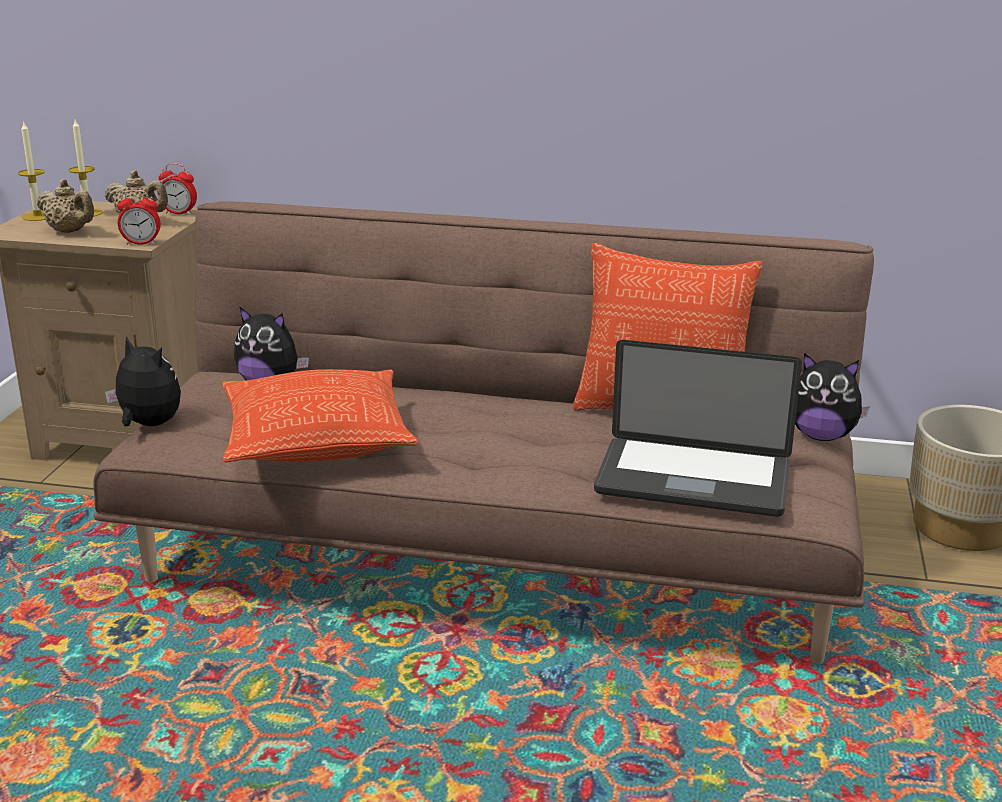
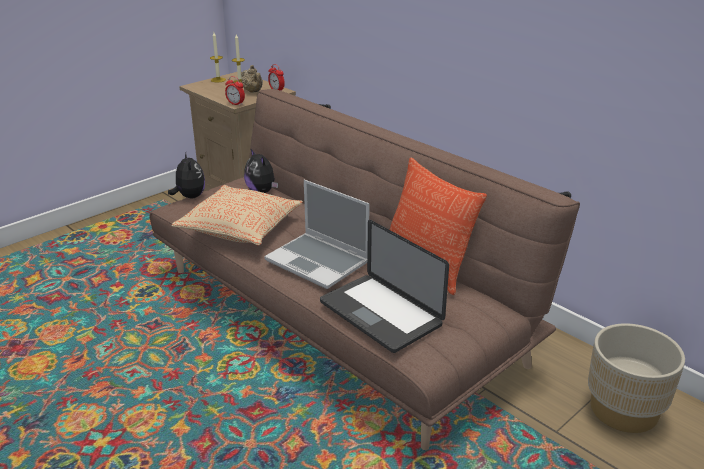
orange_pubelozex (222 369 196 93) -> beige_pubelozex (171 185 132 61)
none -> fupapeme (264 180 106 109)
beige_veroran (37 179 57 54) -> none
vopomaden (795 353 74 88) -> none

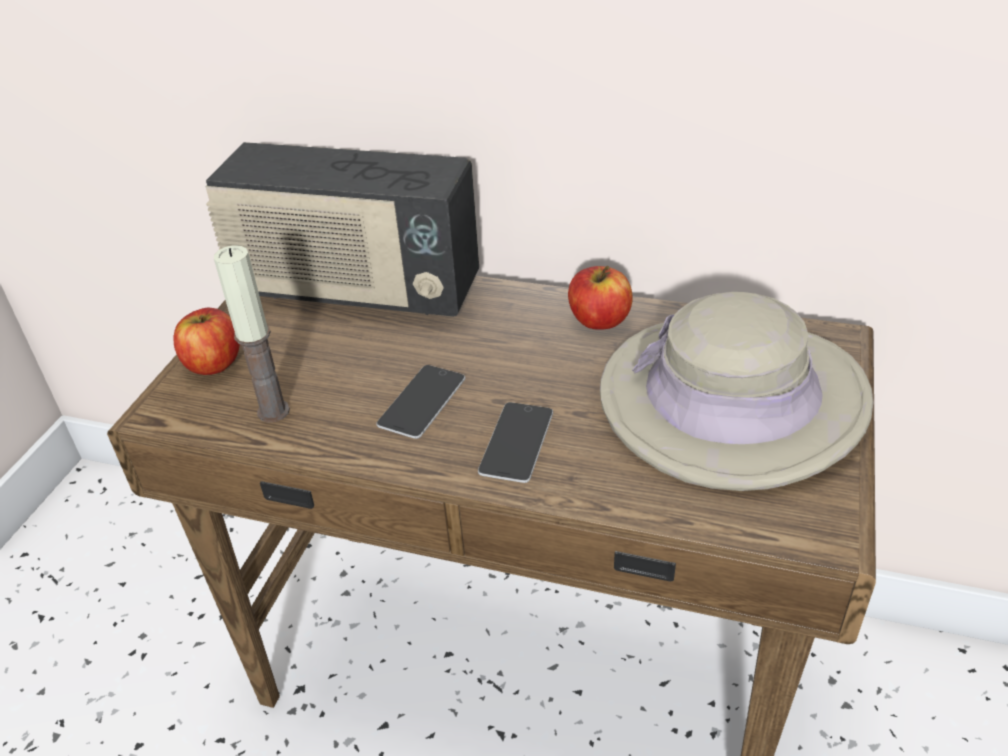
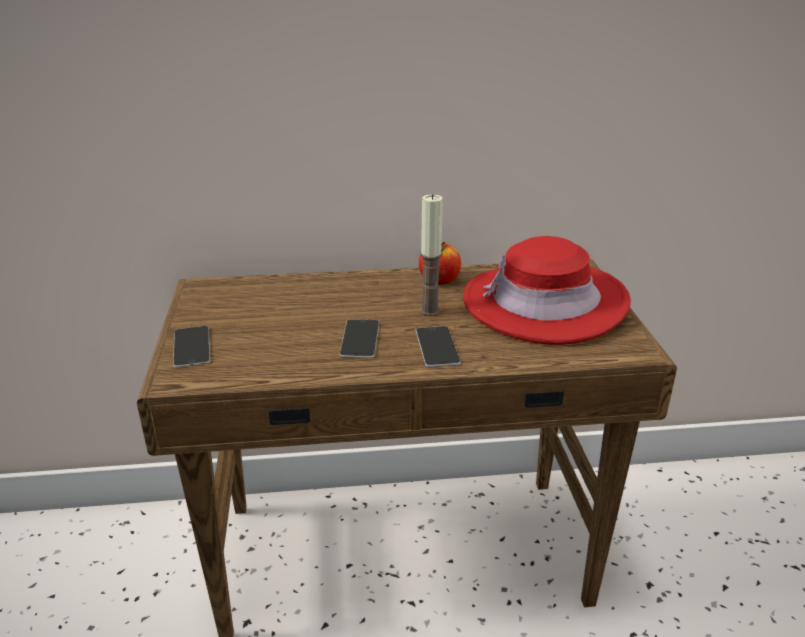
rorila (174 307 66 68) -> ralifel (173 326 37 42)
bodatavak (214 245 76 178) -> bodatavak (420 194 23 122), relocated
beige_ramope (600 292 273 199) -> red_ramope (463 236 168 109)
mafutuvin (206 142 273 175) -> none

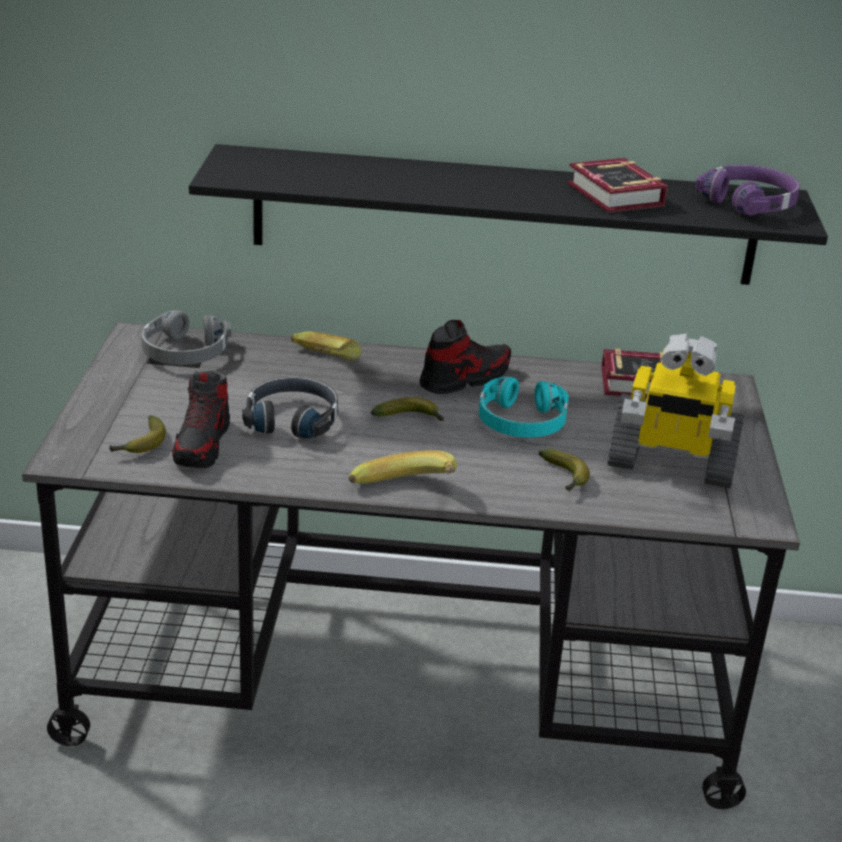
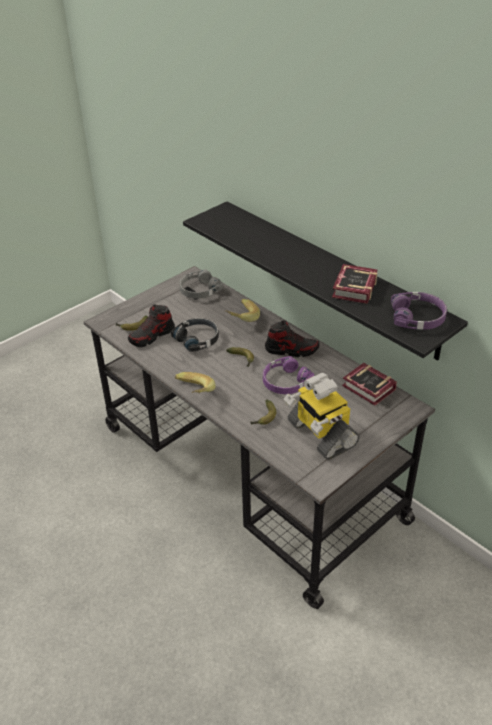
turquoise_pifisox (479 377 90 61) -> purple_pifisox (263 356 51 38)

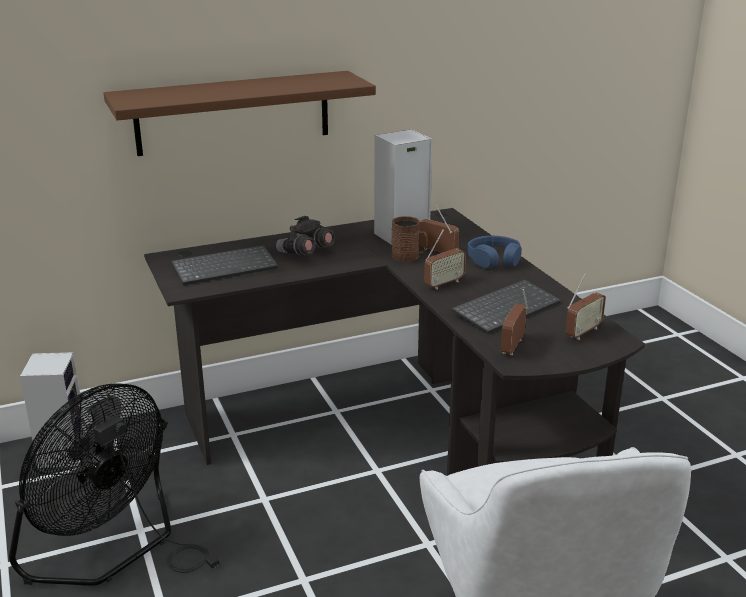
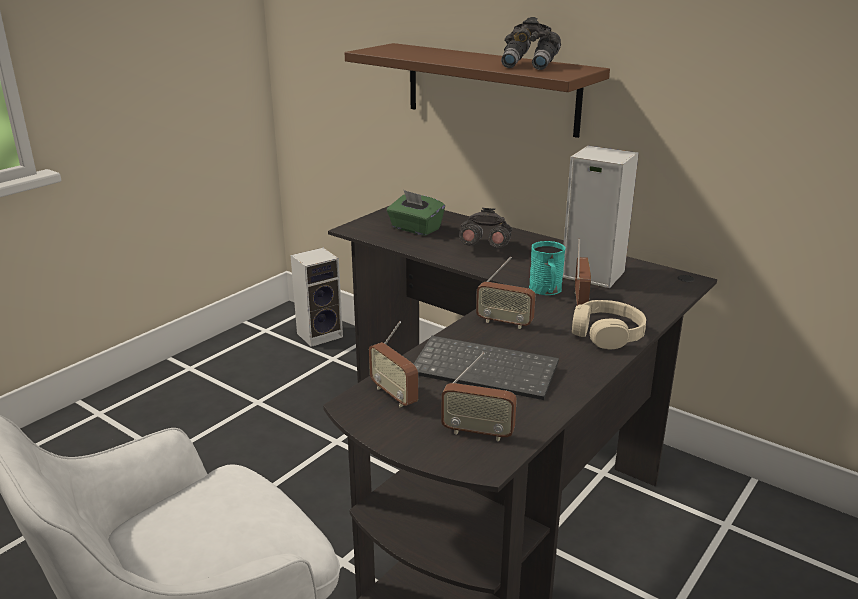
mafutuvin (500 289 28 66) -> mafutuvin (369 321 49 86), 120 degrees counterclockwise
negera (171 245 107 40) -> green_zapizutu (387 190 58 46)
none -> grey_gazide (501 17 60 53)
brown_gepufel (392 216 36 46) -> turquoise_gepufel (529 241 36 54)
blue_pifisox (467 236 55 32) -> beige_pifisox (572 300 74 49)
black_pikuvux (9 384 210 202) -> none

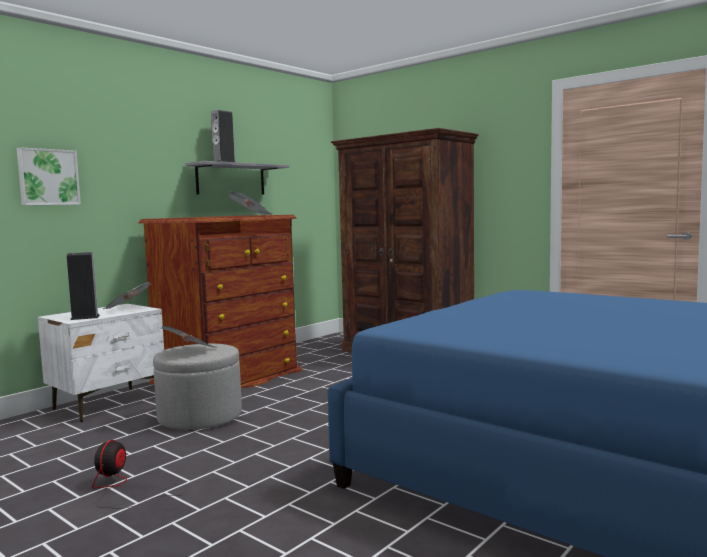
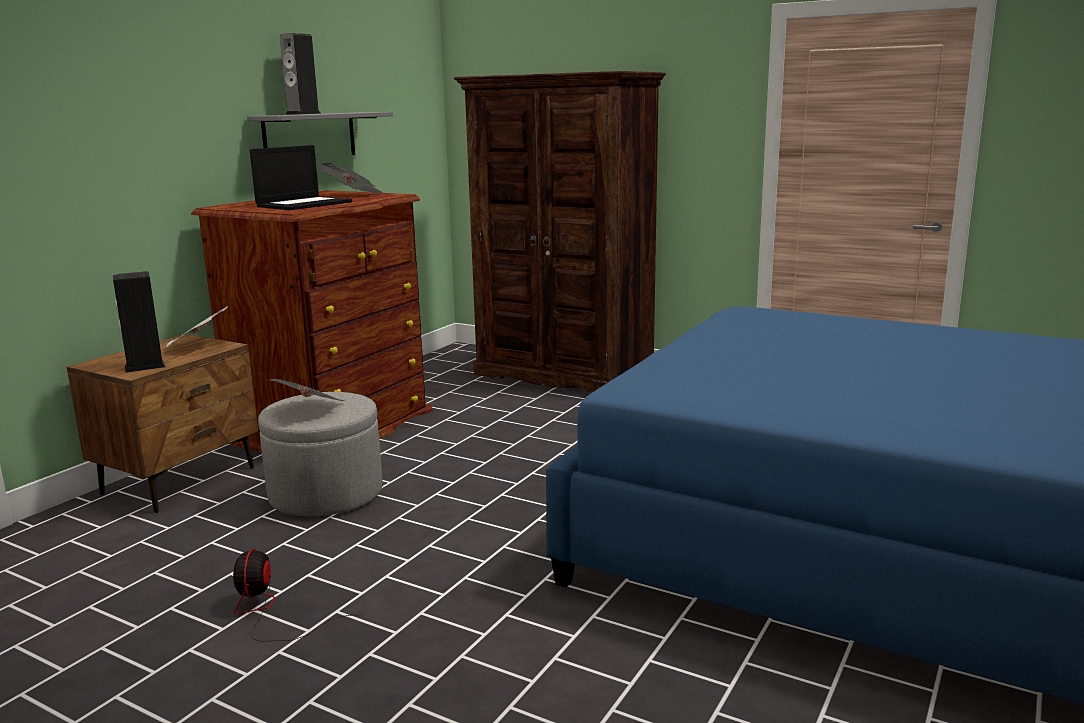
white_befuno (38 304 126 118) -> brown_befuno (67 334 191 179)
none -> fupapeme (250 145 102 65)
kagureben (17 147 64 58) -> none

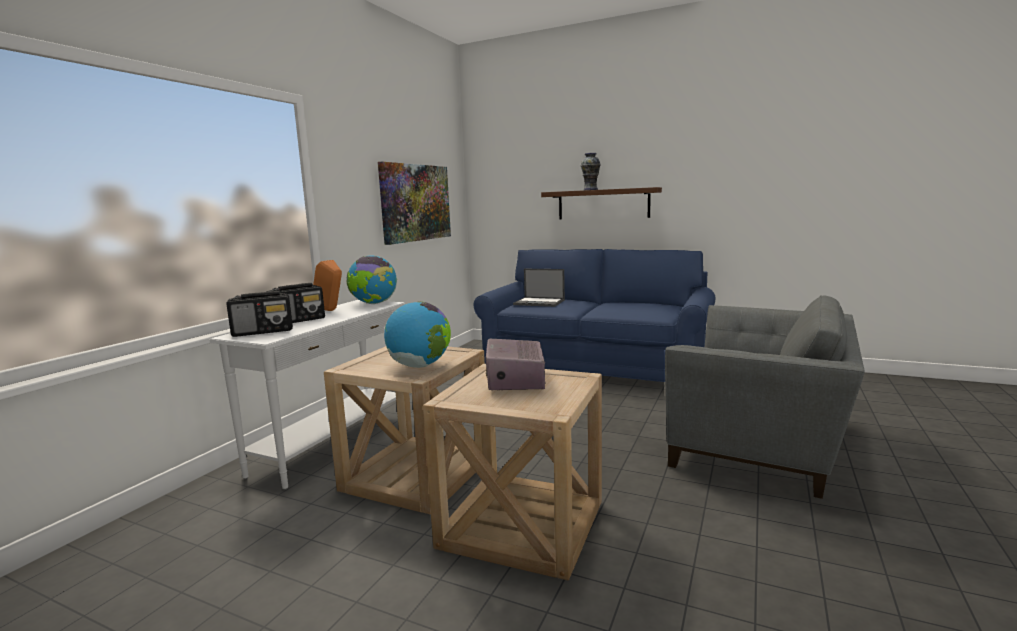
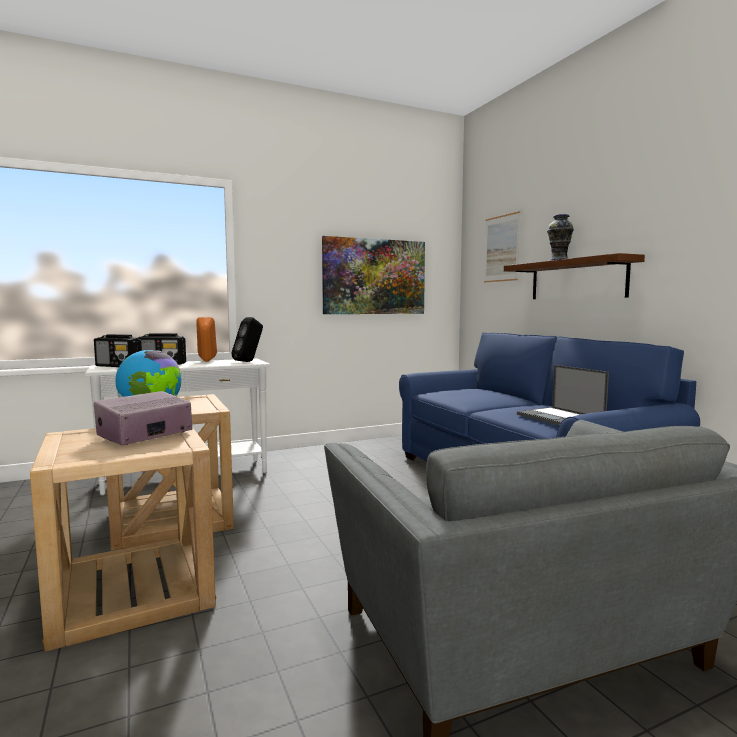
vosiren (346 255 51 49) -> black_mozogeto (231 317 32 45)
none -> kagureben (484 211 36 71)
fupapeme (513 269 52 38) -> fupapeme (517 365 92 60), relocated

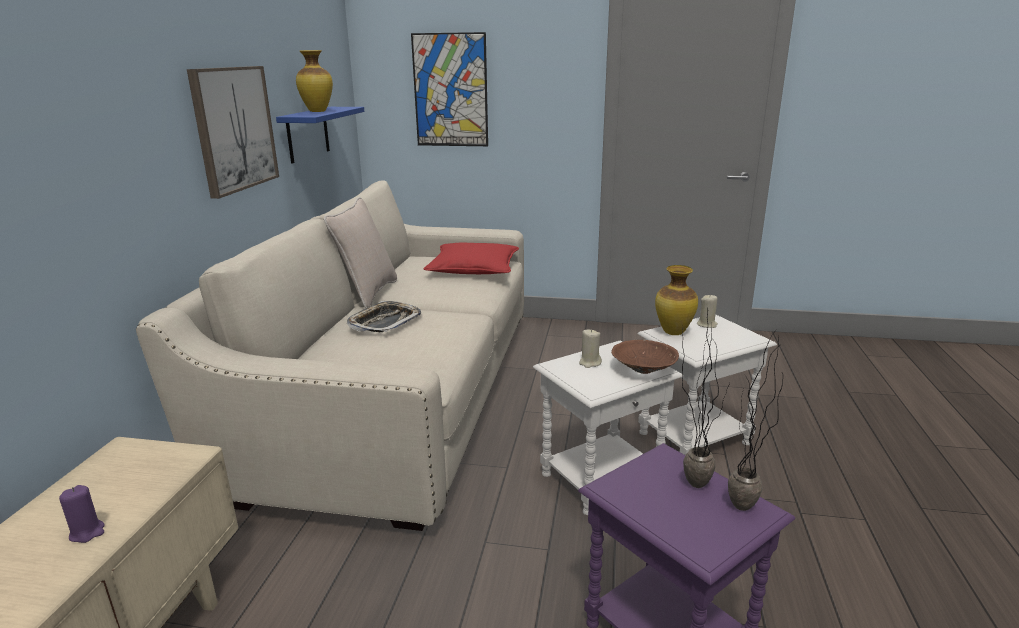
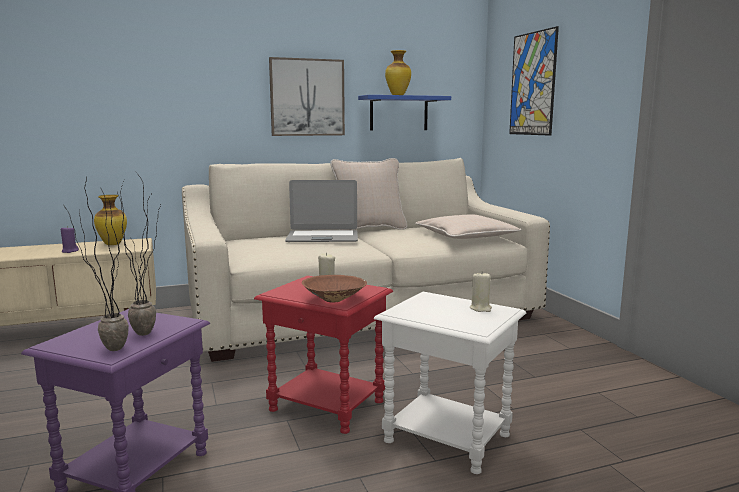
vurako (655 265 43 70) -> vurako (94 195 33 50), relocated
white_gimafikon (533 340 150 175) -> red_gimafikon (254 276 139 158)
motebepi (347 301 74 31) -> fupapeme (285 180 73 62)
red_pubelozex (424 243 95 31) -> beige_pubelozex (415 215 106 24)

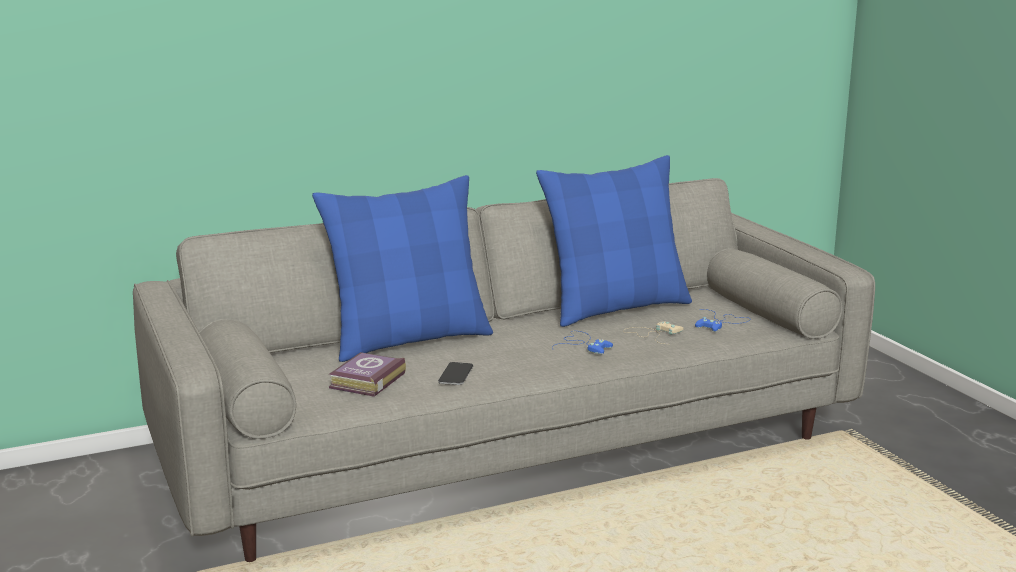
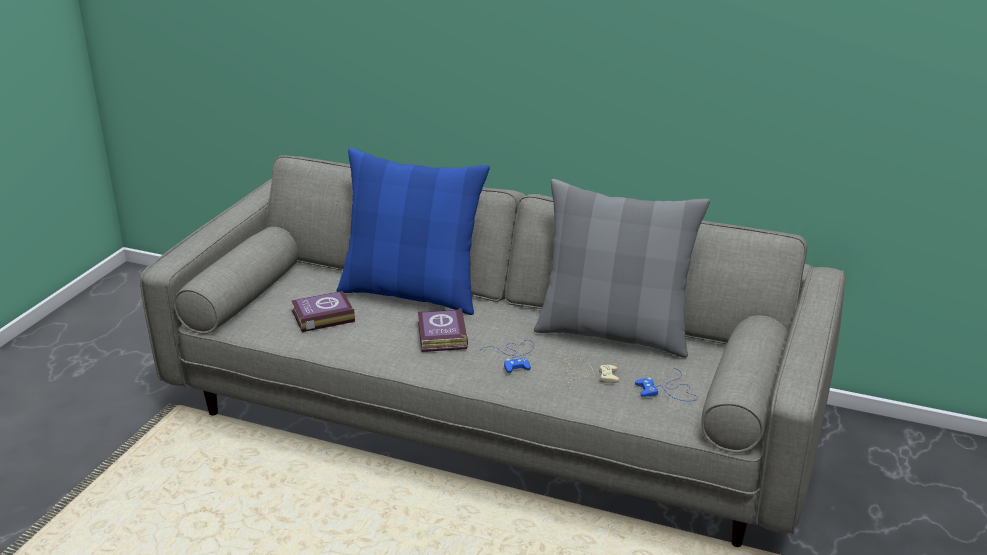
none -> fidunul (418 308 50 44)
blue_pubelozex (536 155 156 172) -> grey_pubelozex (534 179 176 179)
ralifel (438 362 35 23) -> none

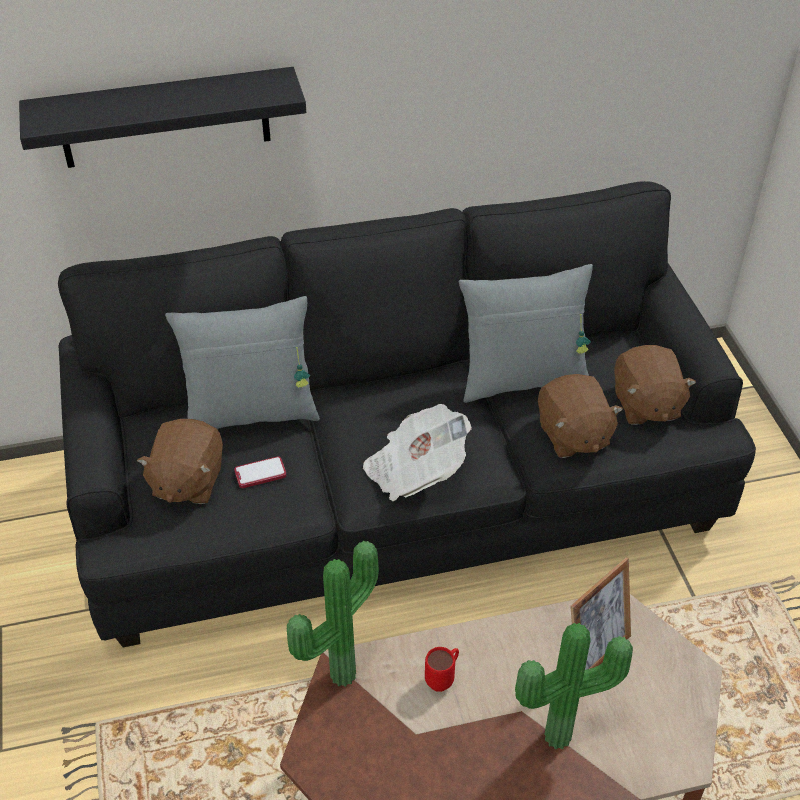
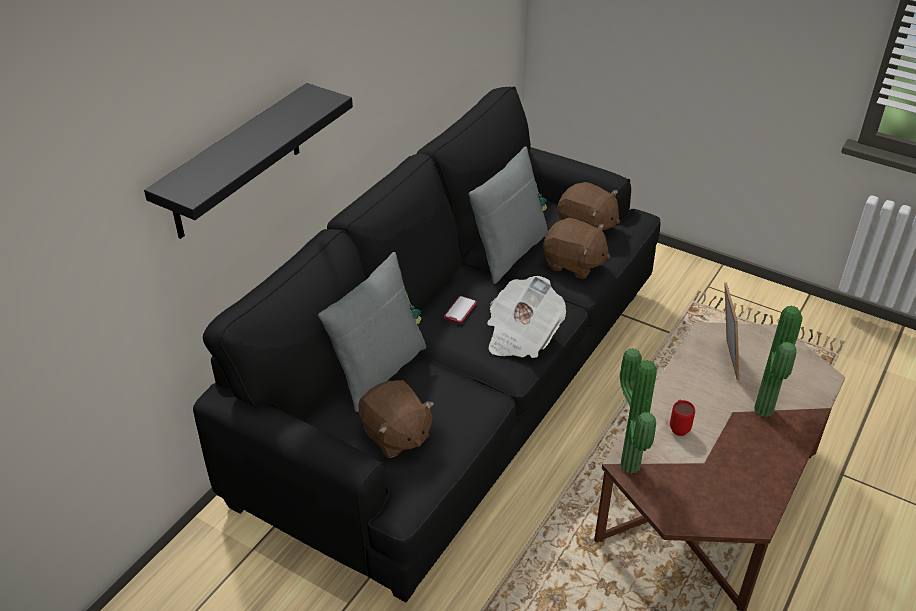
ralifel (234 456 52 32) -> ralifel (444 296 33 28), relocated

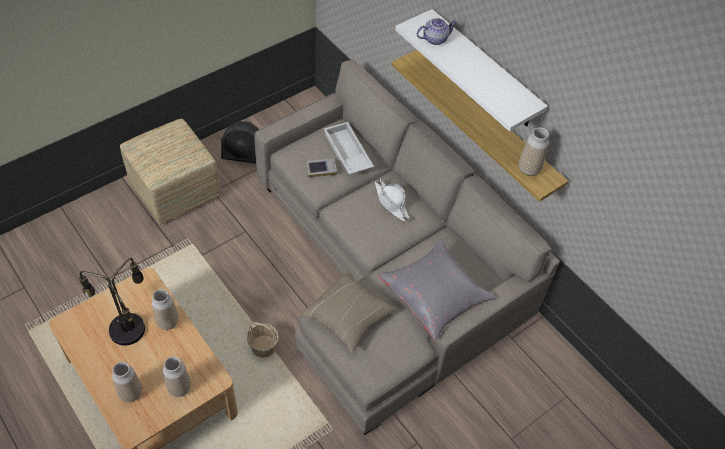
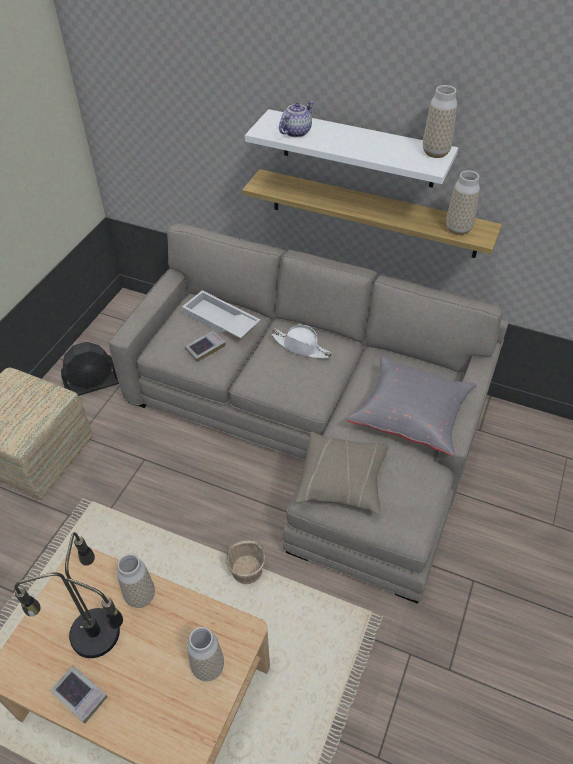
none -> fidunul (50 665 58 59)
vurako (112 362 30 40) -> vurako (423 85 34 73), relocated

